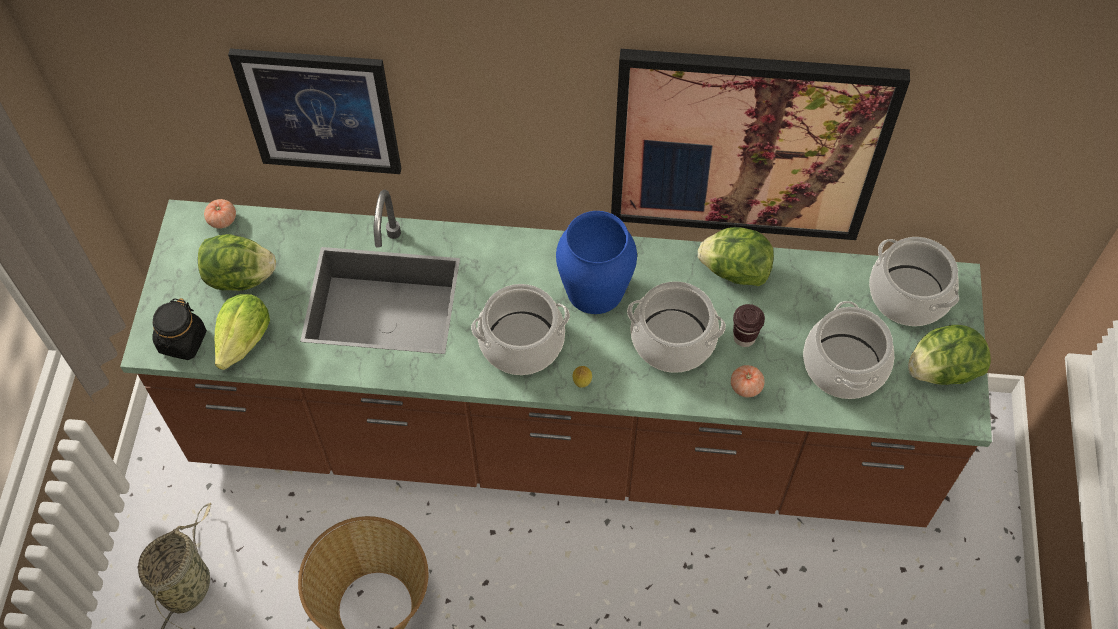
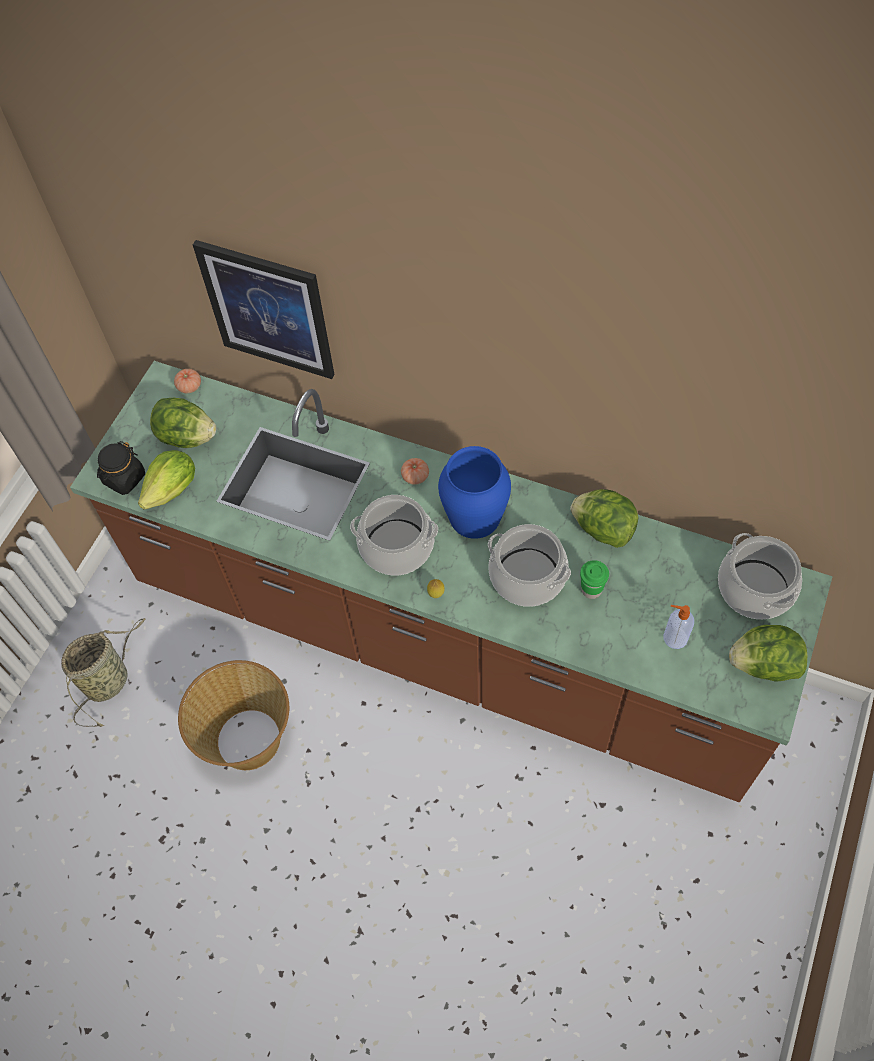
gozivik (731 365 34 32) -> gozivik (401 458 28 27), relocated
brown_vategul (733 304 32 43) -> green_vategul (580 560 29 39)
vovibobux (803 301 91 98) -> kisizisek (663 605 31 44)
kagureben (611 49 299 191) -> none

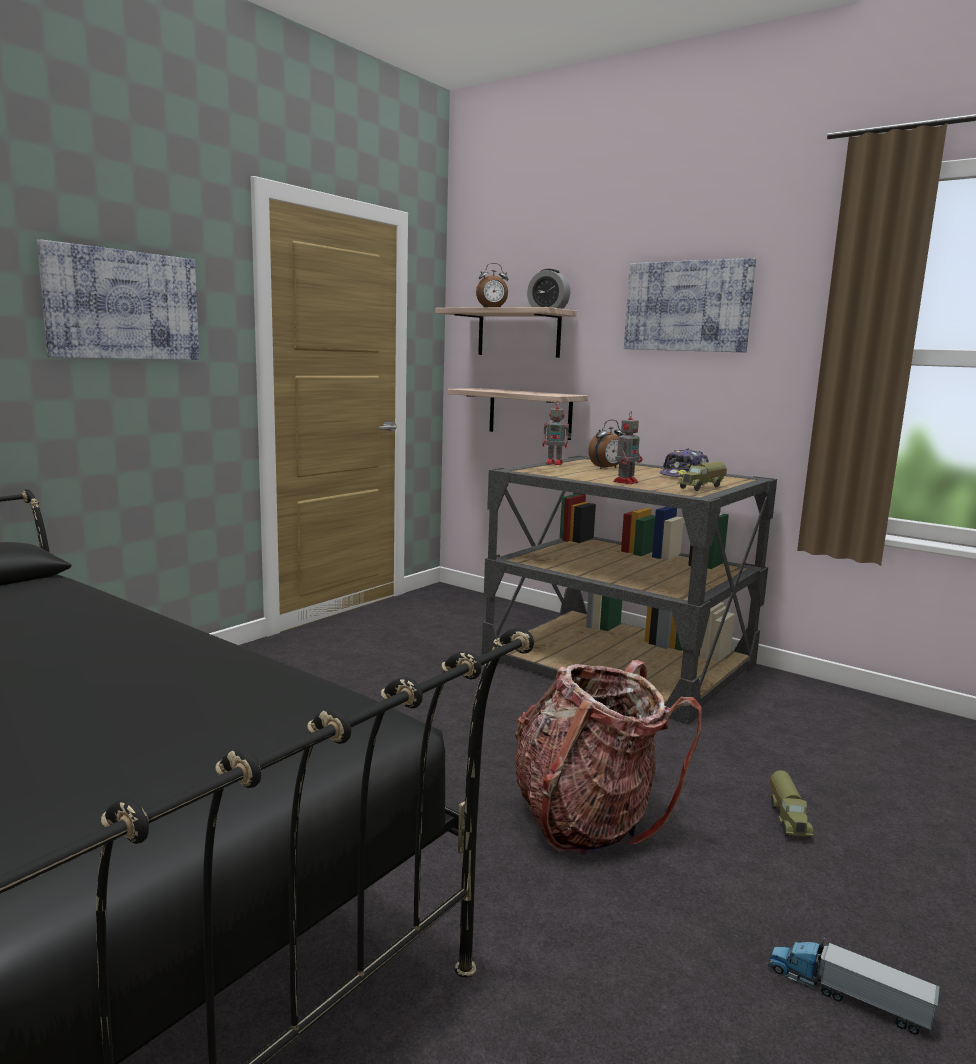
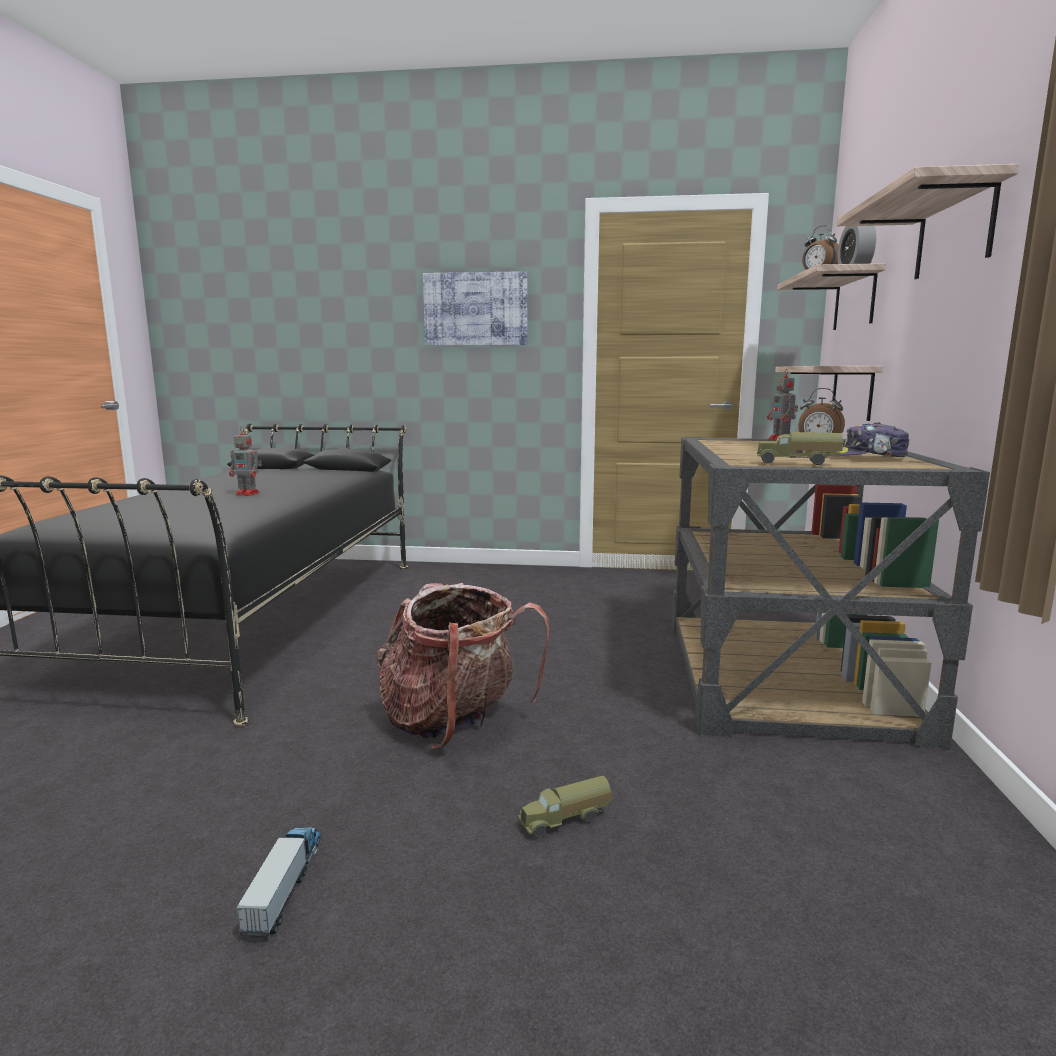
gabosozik (613 411 29 73) -> gabosozik (229 427 33 69), relocated
kagureben (624 258 132 94) -> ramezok (837 164 182 115)

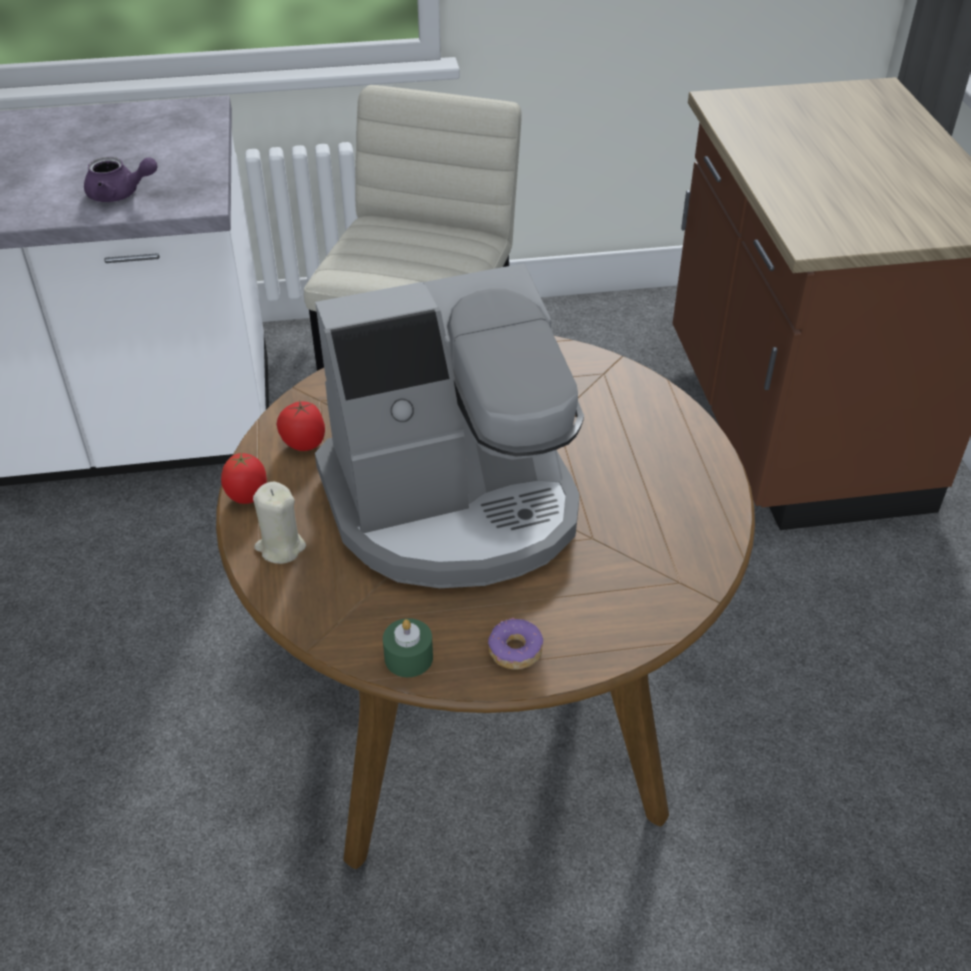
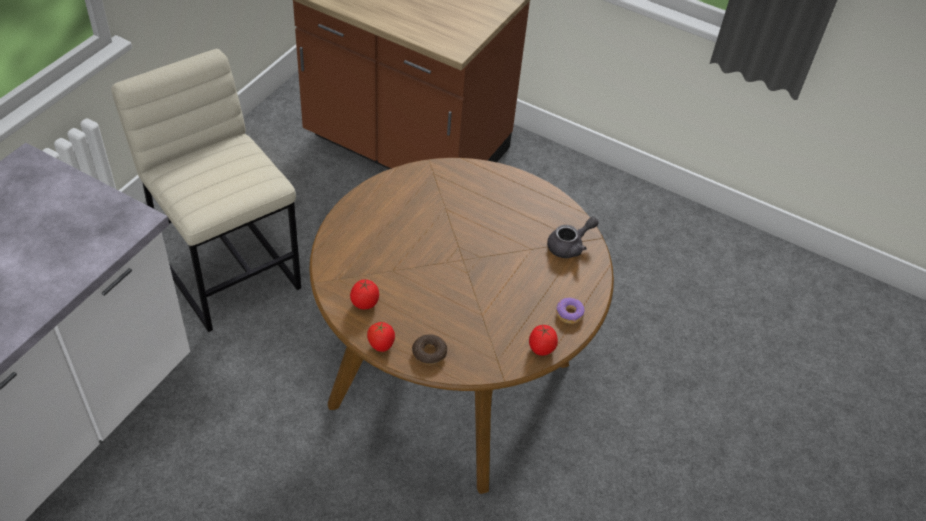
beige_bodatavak (253 481 53 83) -> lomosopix (412 334 35 32)
green_bodatavak (383 618 50 59) -> gozivik (529 325 29 31)
none -> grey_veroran (547 216 52 42)
purple_veroran (84 157 73 45) -> none
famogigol (315 263 269 325) -> none

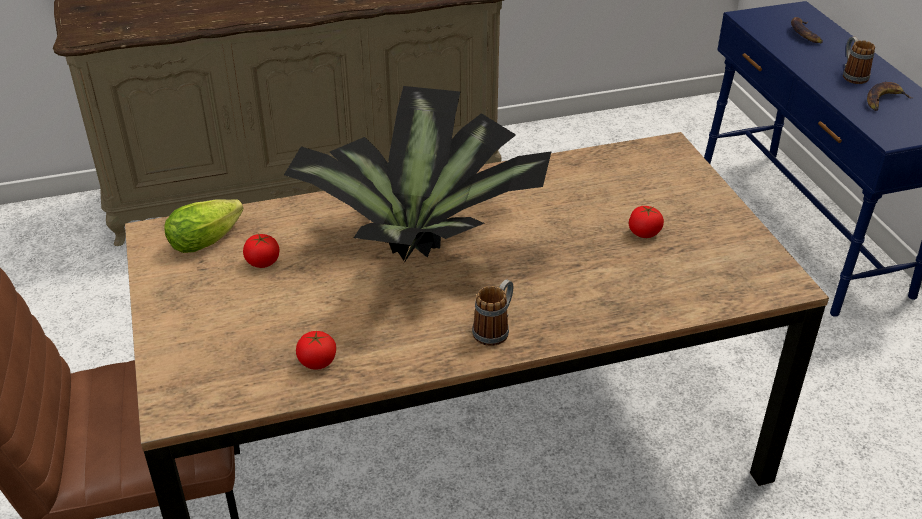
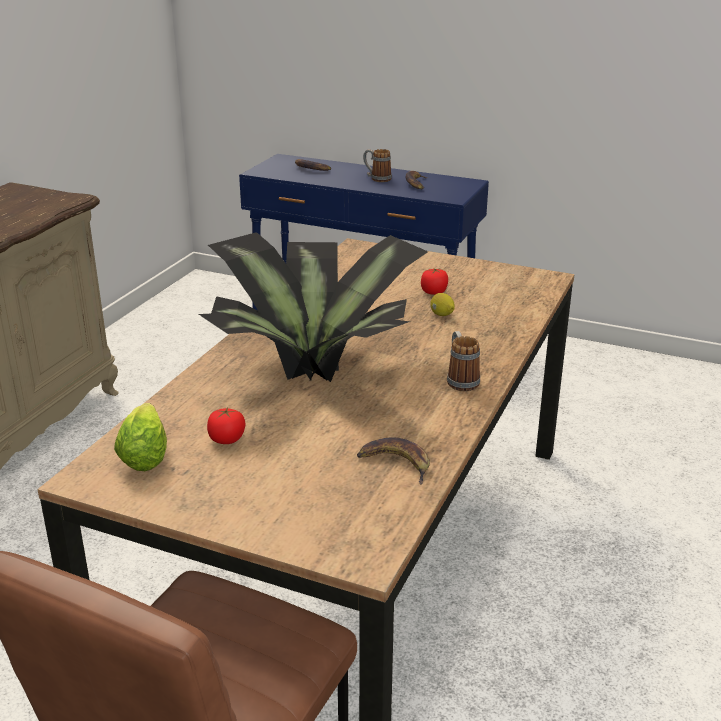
gozivik (296 331 40 39) -> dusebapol (357 437 73 48)
none -> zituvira (430 293 25 23)

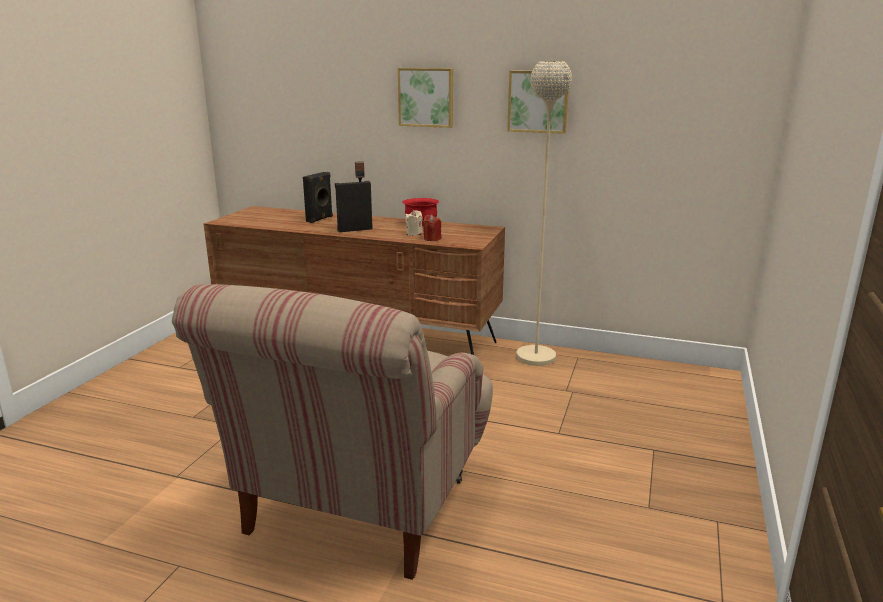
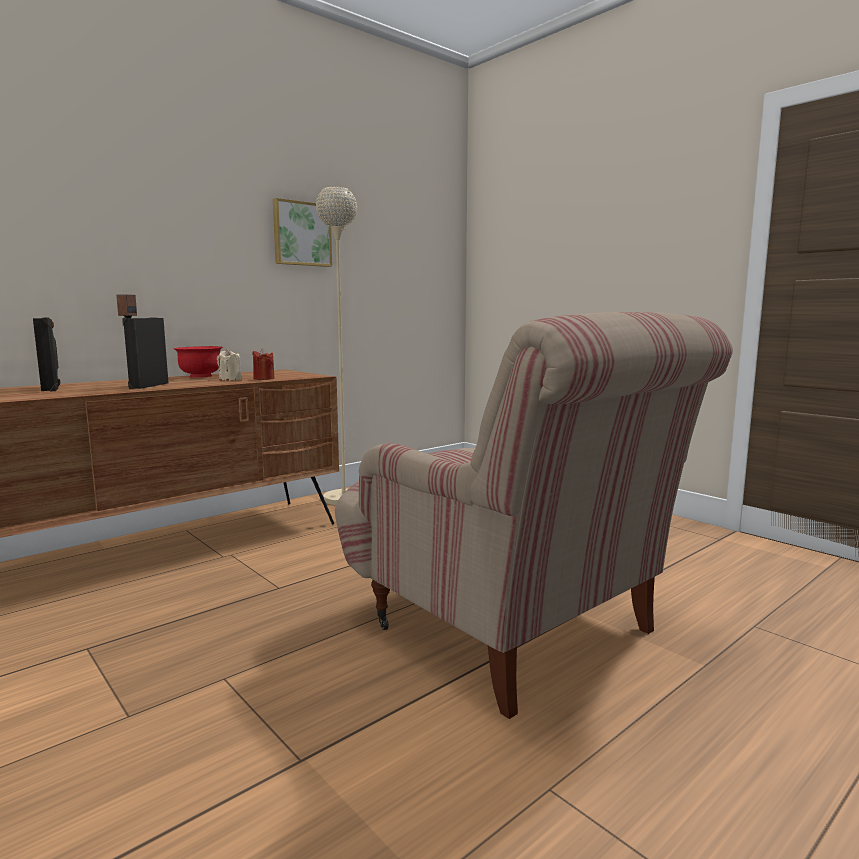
kagureben (398 68 55 60) -> none

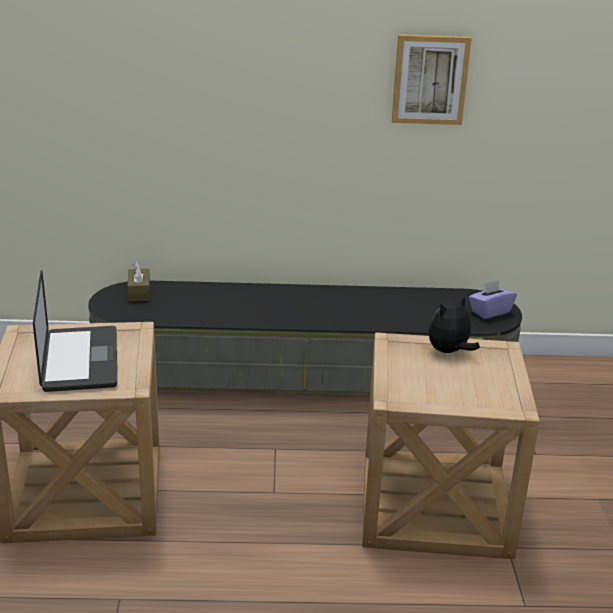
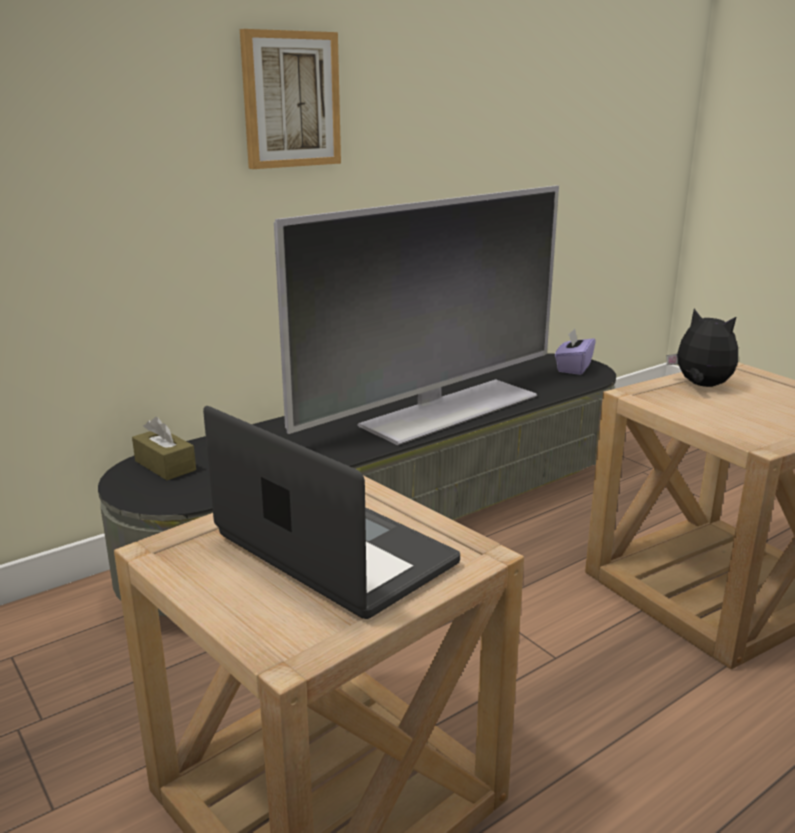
kagureben (392 34 80 91) -> kagureben (240 29 101 140), relocated
none -> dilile (274 185 285 260)
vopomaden (429 295 51 58) -> vopomaden (666 309 72 78), 120 degrees clockwise

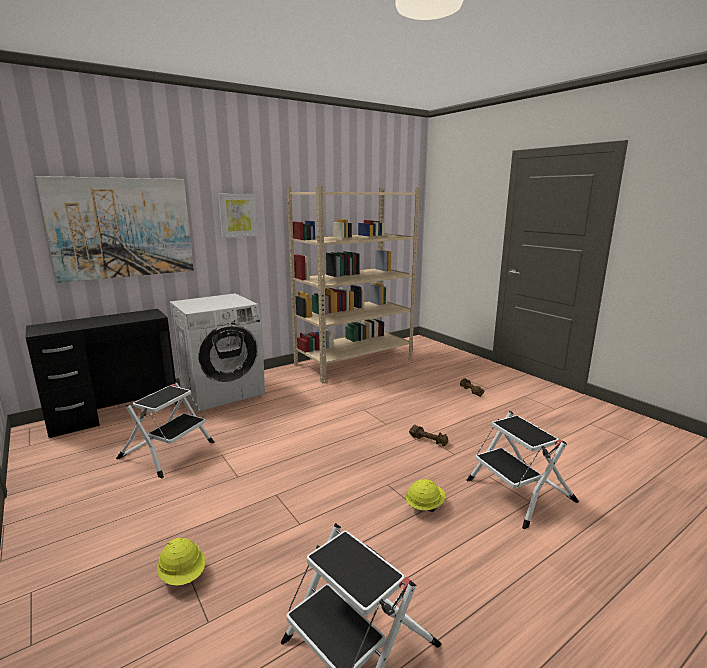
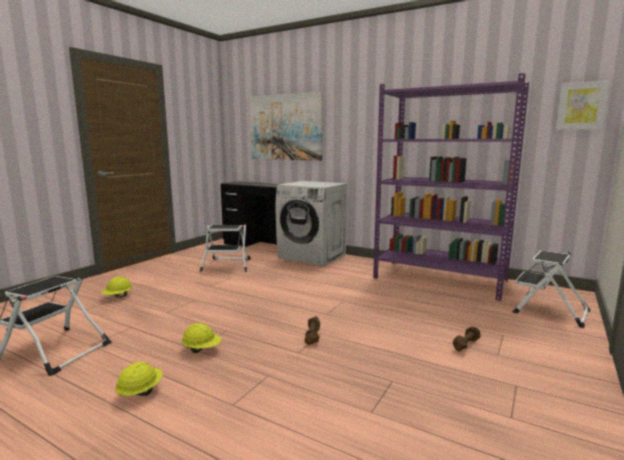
none -> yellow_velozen (115 362 48 34)
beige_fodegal (287 186 133 197) -> purple_fodegal (373 73 156 228)
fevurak (466 411 113 118) -> fevurak (512 251 78 77), relocated
kagureben (218 194 39 44) -> kagureben (556 80 54 50), relocated

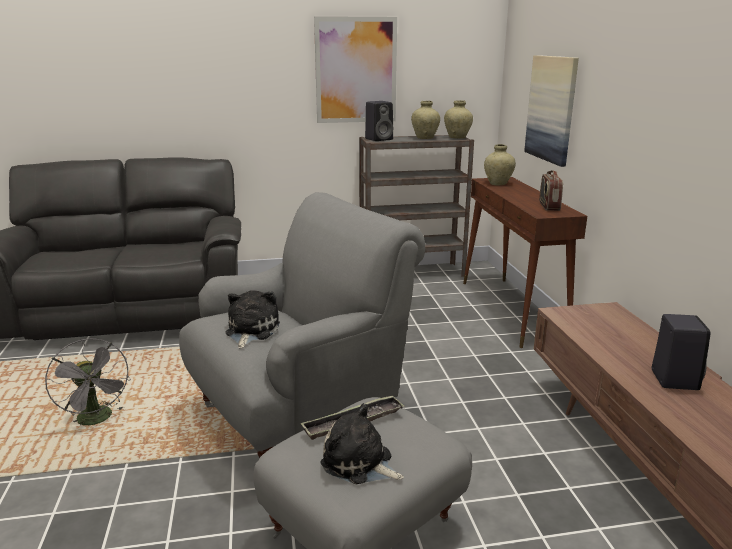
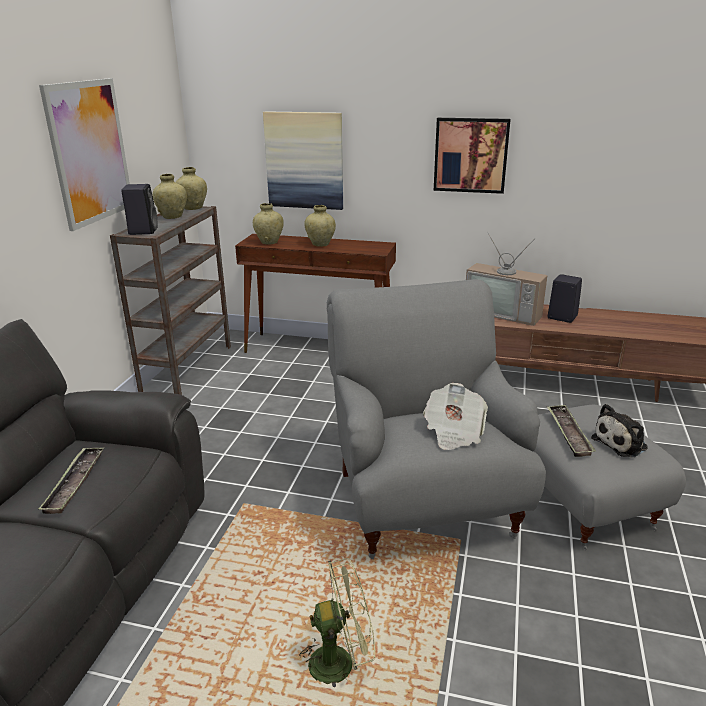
none -> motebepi (38 448 66 66)
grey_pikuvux (45 339 86 86) -> green_pikuvux (299 558 76 129)
none -> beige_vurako (304 205 32 42)
vopomaden (225 290 55 59) -> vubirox (423 383 65 67)
none -> kagureben (434 118 77 76)
none -> dilile (466 231 81 95)
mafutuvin (539 170 24 41) -> none

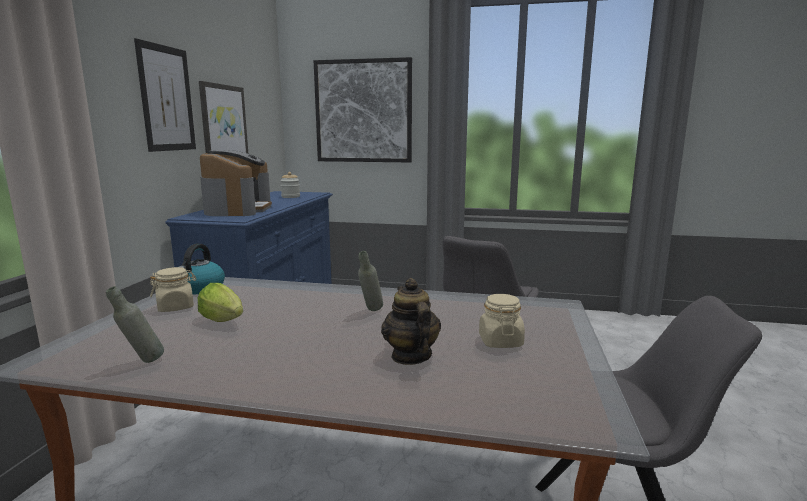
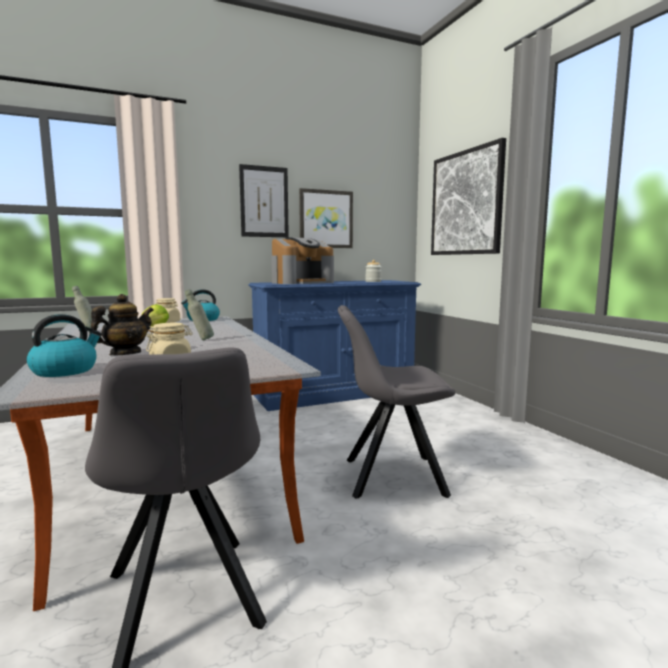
none -> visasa (26 314 76 63)

